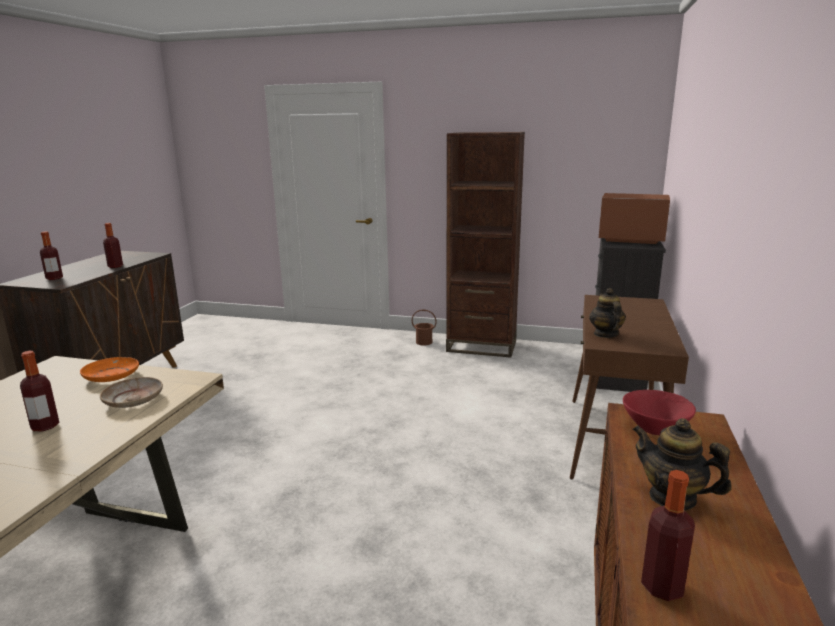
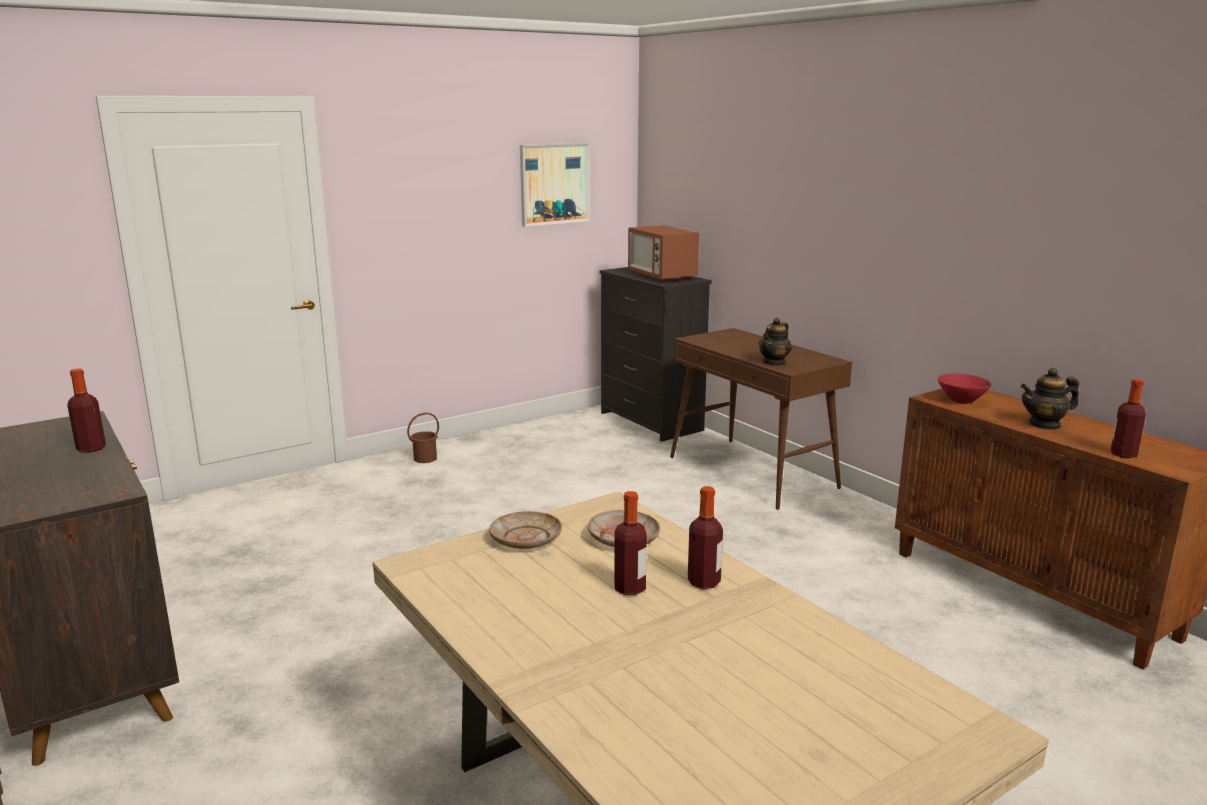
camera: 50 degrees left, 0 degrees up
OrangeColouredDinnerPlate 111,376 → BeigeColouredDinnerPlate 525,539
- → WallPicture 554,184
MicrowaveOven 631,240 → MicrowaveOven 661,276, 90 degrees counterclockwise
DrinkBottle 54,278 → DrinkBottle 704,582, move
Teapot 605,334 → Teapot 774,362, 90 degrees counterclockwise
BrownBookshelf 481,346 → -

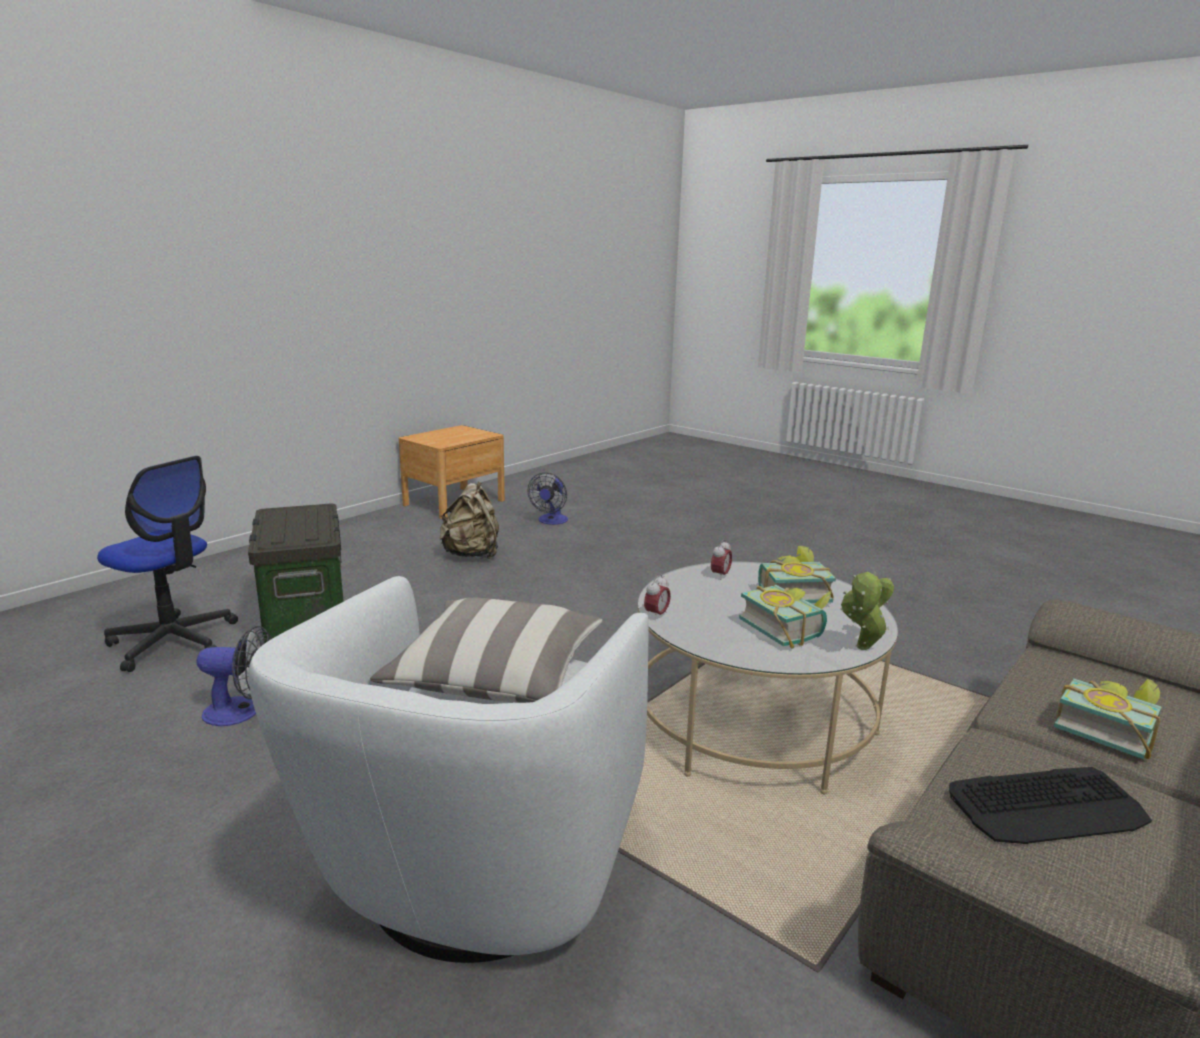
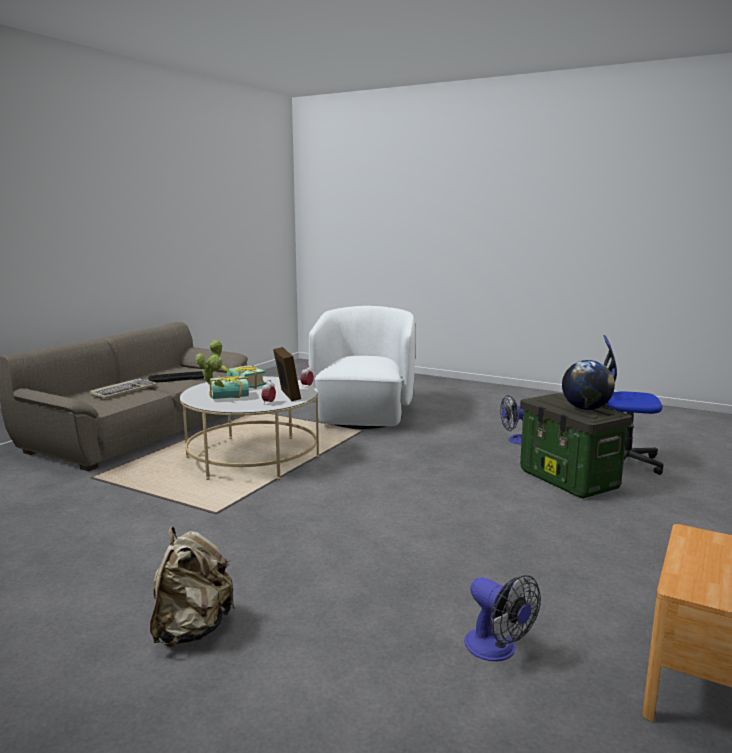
camera: 170 degrees right, 5 degrees down
Volume 1105,730 → ComputerKeyboard 124,391
BeigeColouredRucksack 472,555 → BeigeColouredRucksack 192,629, move
- → PhotoFrame 287,395
ElectricFan 551,521 → ElectricFan 497,650, 135 degrees clockwise
- → DeskGlobe 585,408
ThrowPillow 496,677 → -

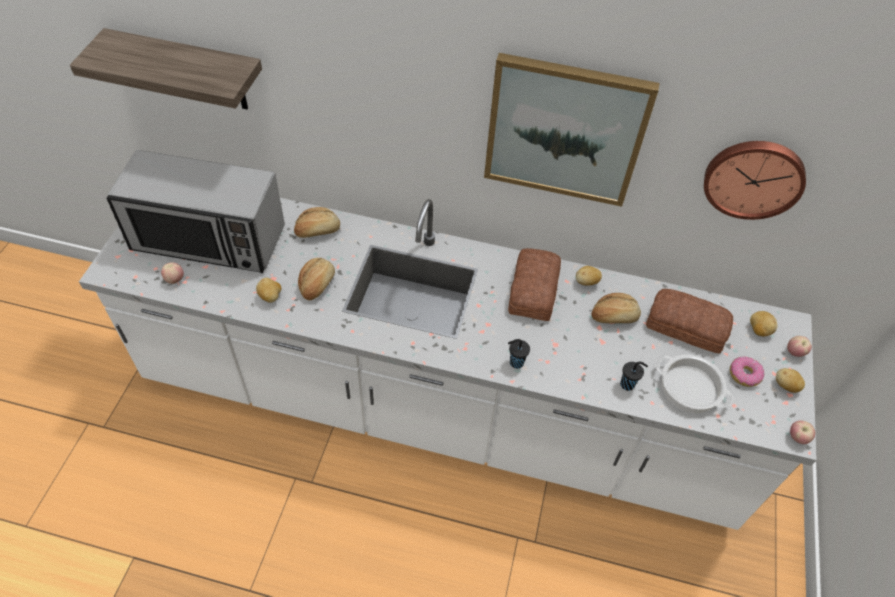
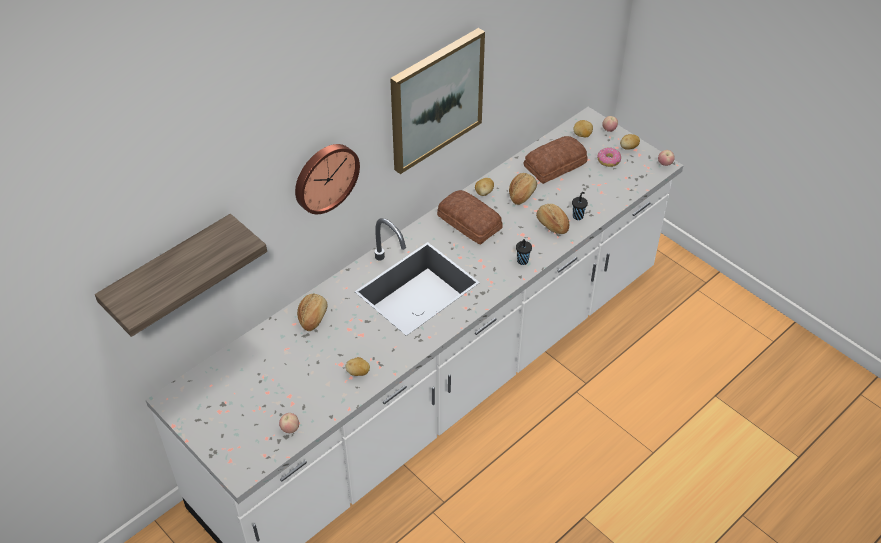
camera: 55 degrees left, 5 degrees down
WallClock 753,177 → WallClock 324,177, move
BakeryBread 316,284 → BakeryBread 551,225, move
MicrowaveOven 209,239 → -
Stockpot 690,387 → -

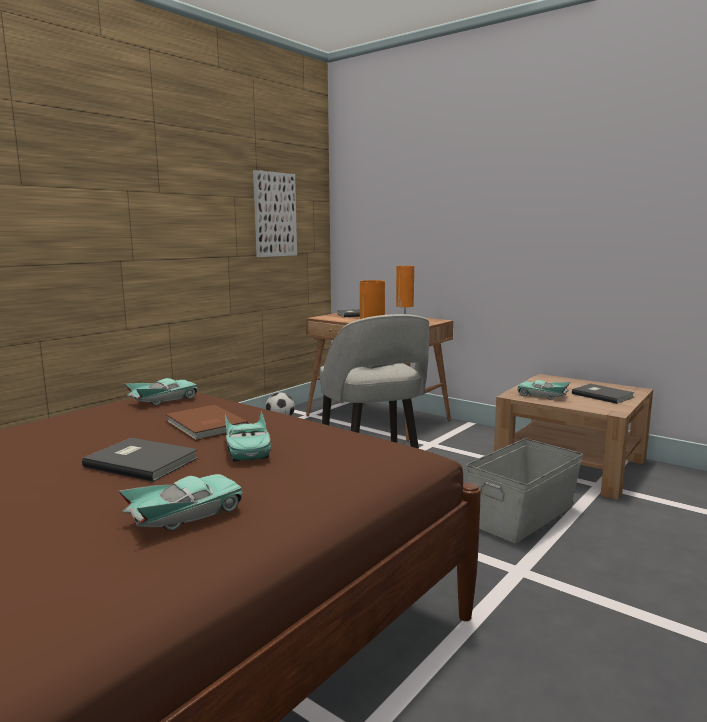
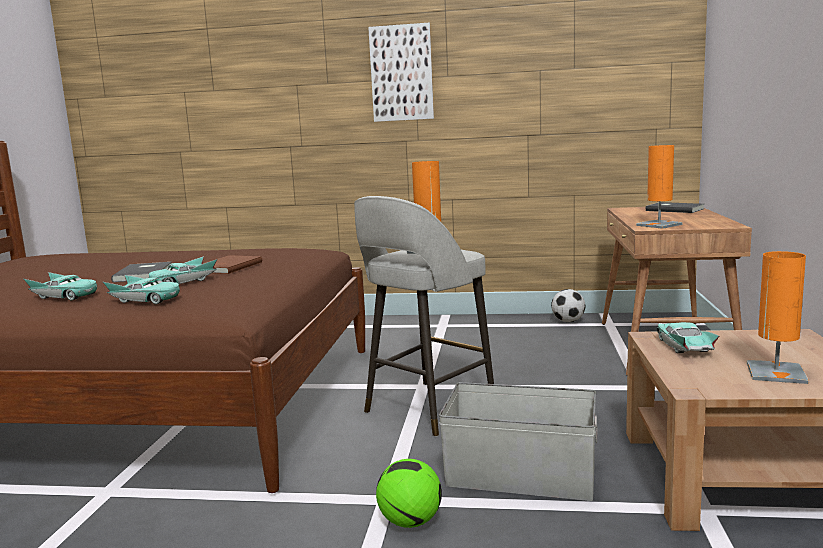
camera: 60 degrees right, 0 degrees up
TurquoiseColouredModelCar 164,400 → TurquoiseColouredModelCar 145,300, move
WallPicture 274,214 → WallPicture 401,73, move
- → BallForFootball 410,522
GreyVolume 602,395 → OrangeColouredTableLamp 776,373

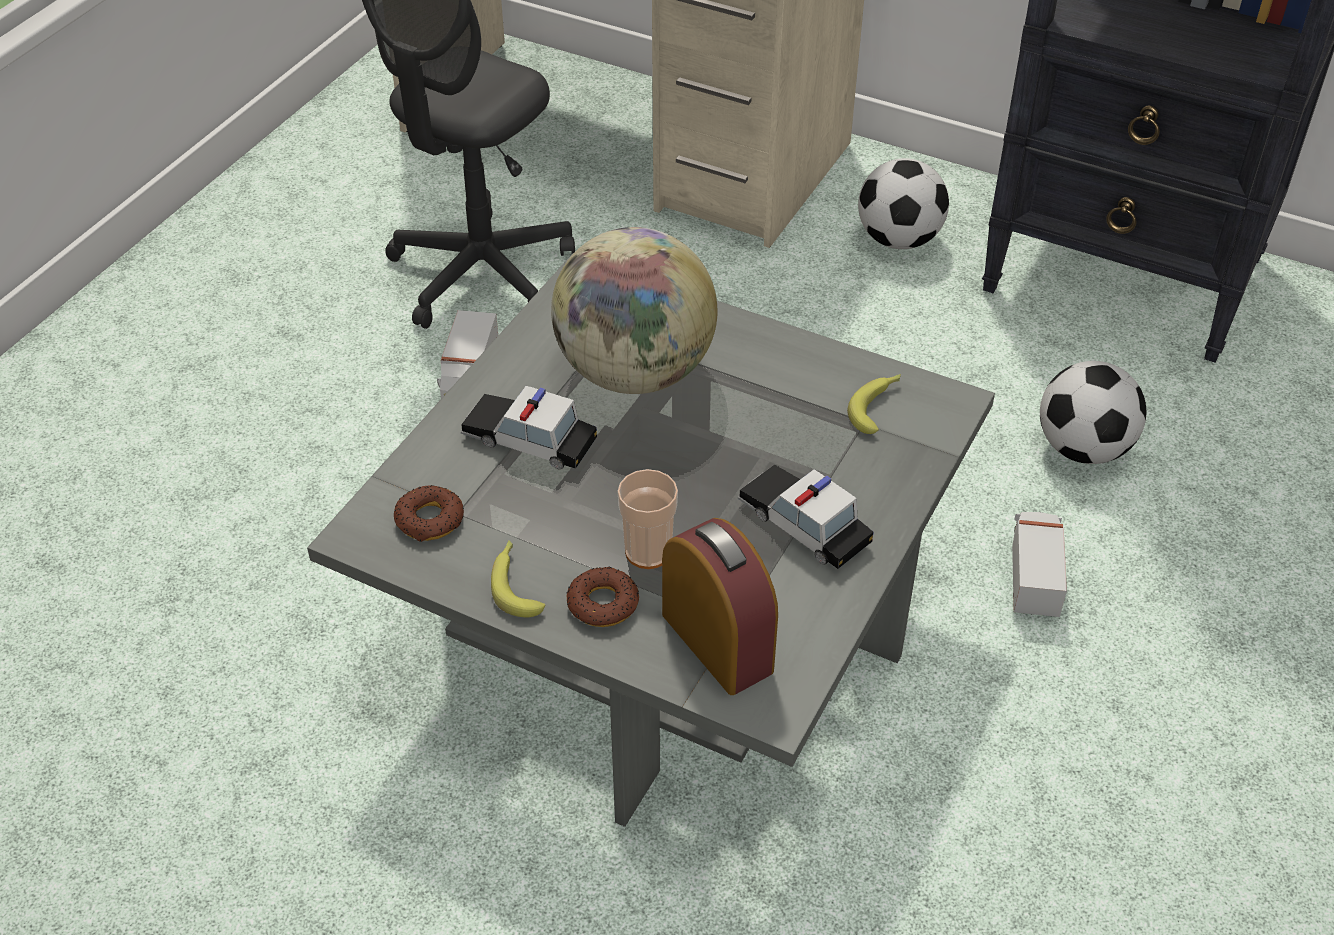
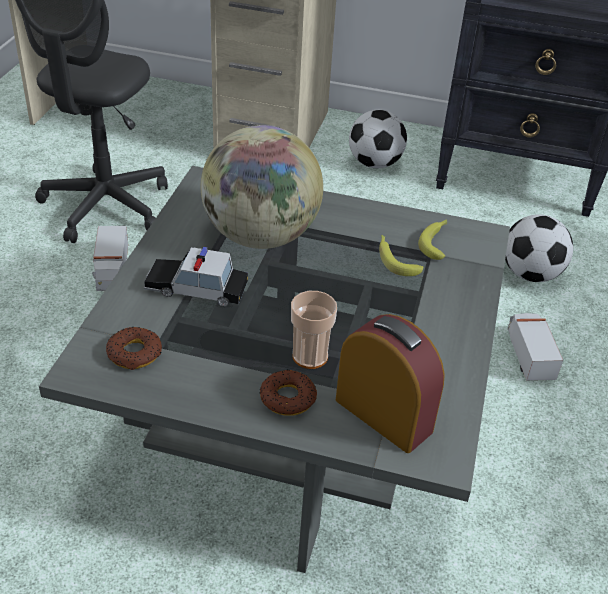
camera: 15 degrees left, 5 degrees down
WholeBanana 516,584 → WholeBanana 395,259, move
ModelCar 803,524 → -

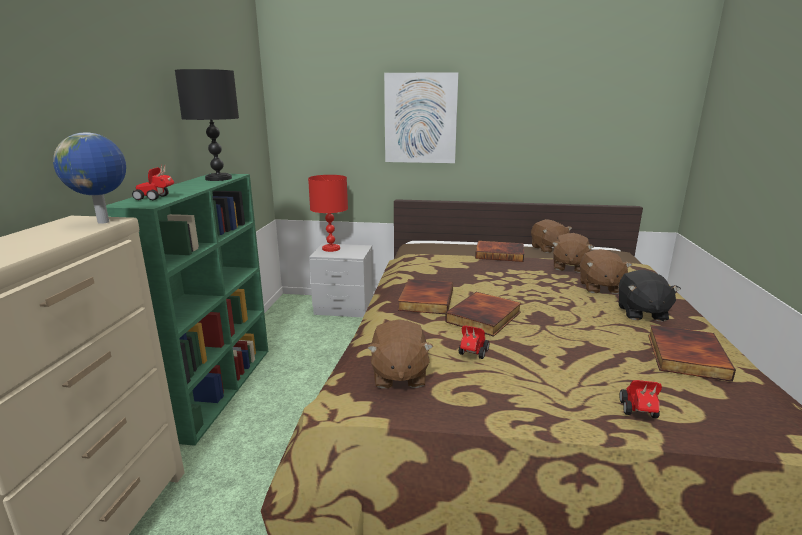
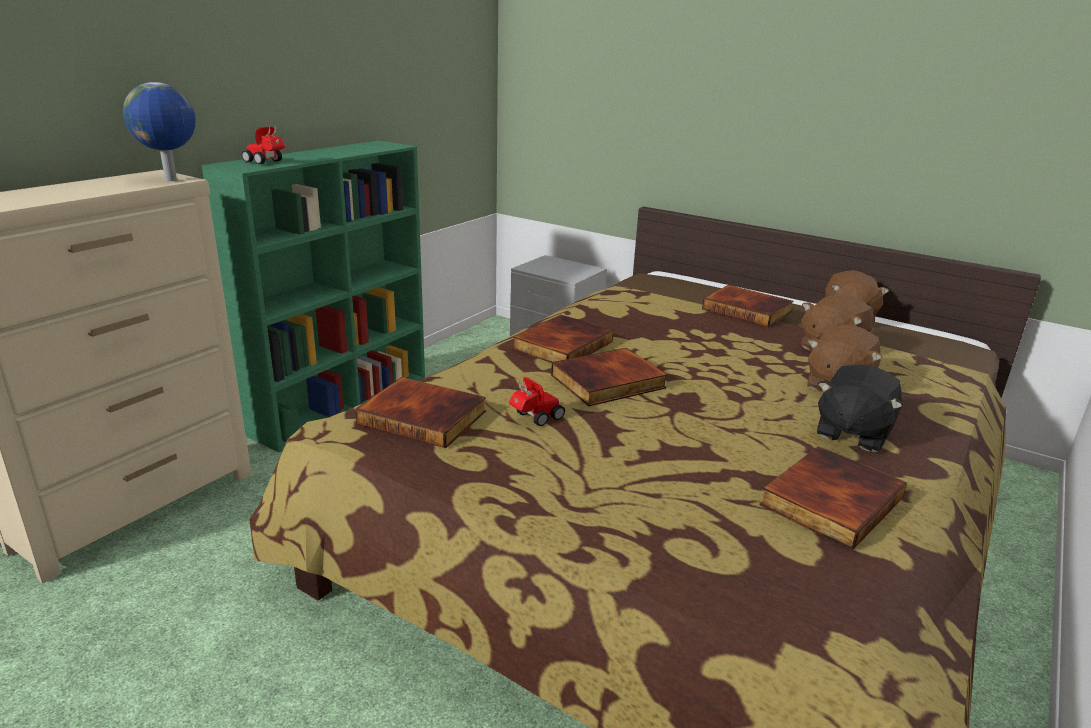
camera: 25 degrees right, 5 degrees up
BrownCuddlyToy 398,375 → Volume 424,416
BlackColouredTableLamp 218,178 → -
ReddishTableLamp 330,248 → -
WallPicture 420,118 → -
ModelCar 639,413 → -

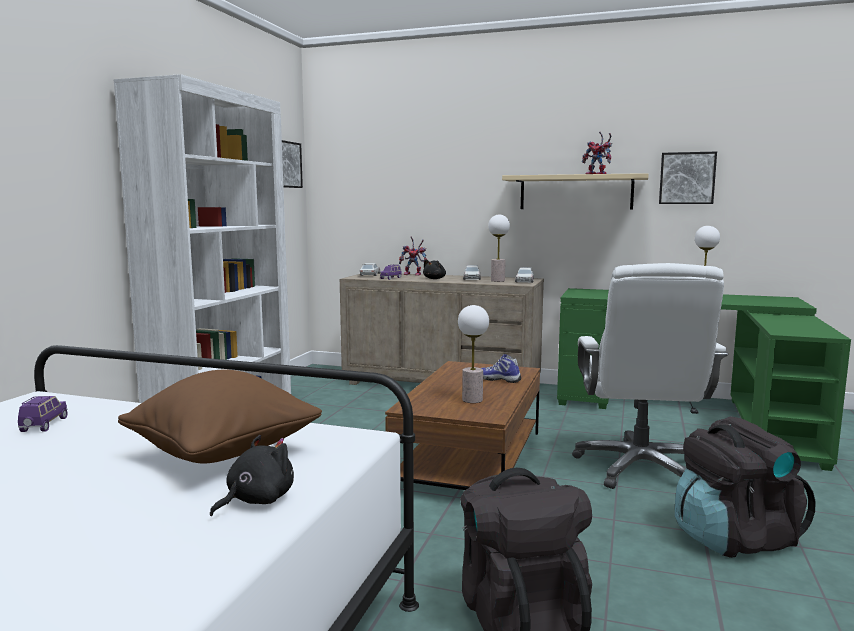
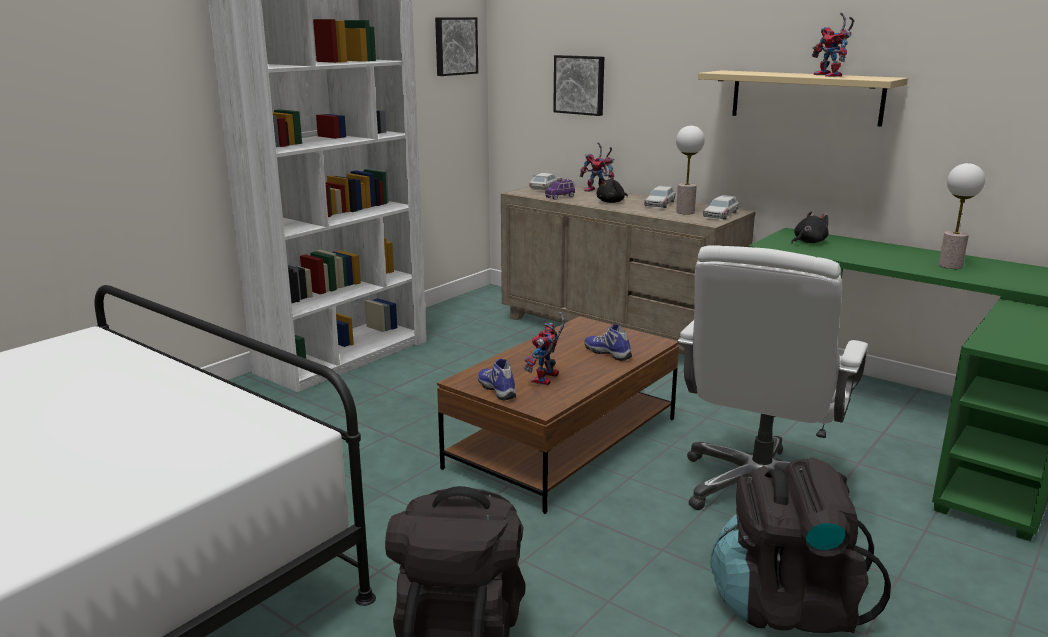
camera: 20 degrees right, 10 degrees up
- → Shoe 498,390
TableLamp 472,400 → RobotFigure 546,380
WallPicture 687,178 → WallPicture 580,85, move
BlackColouredCuddlyToy 256,500 → BlackColouredCuddlyToy 808,242, move
PurplishModelCar 44,425 → -
BrownThrowPillow 223,455 → -

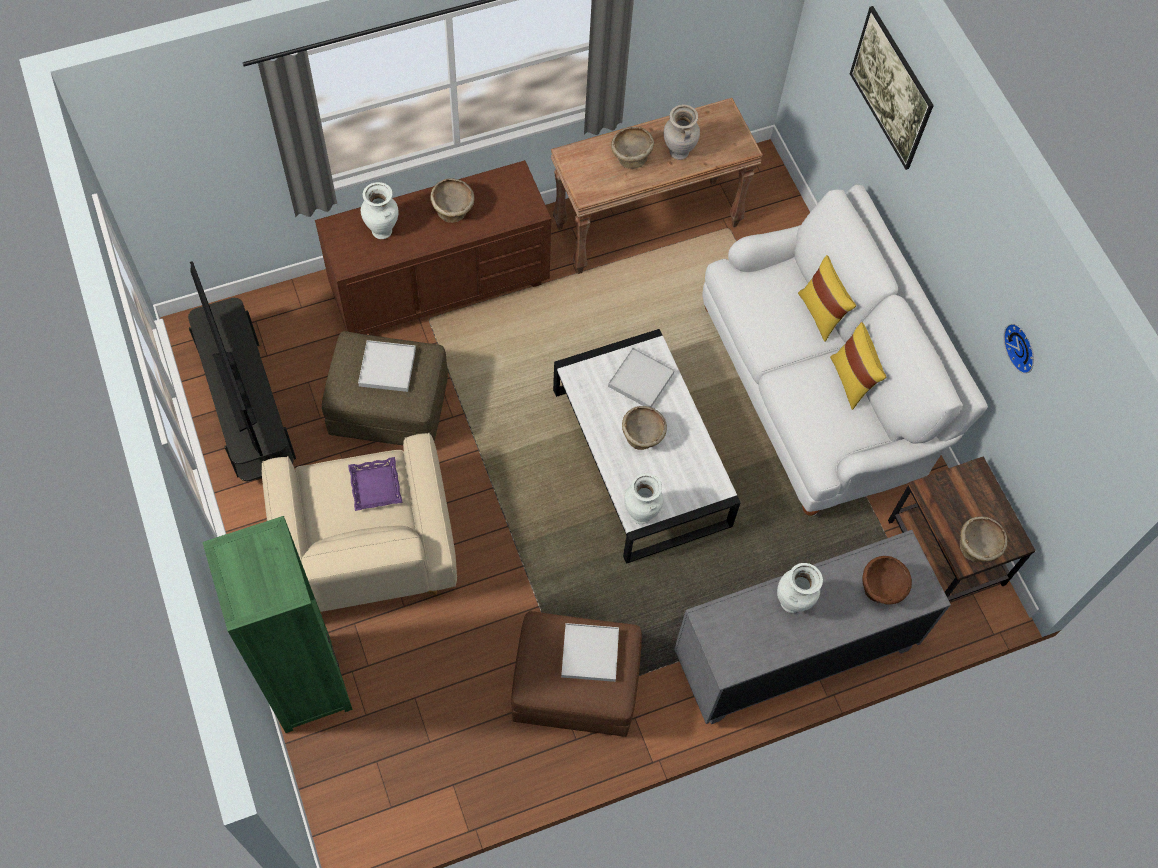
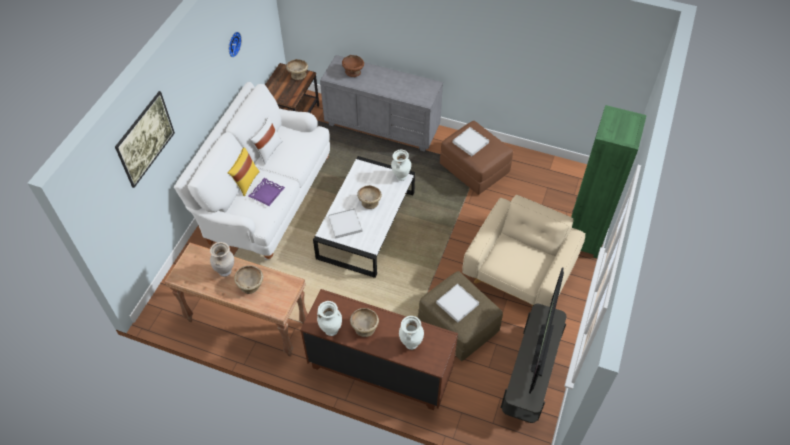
camera: 135 degrees left, 10 degrees down
PurplishTray 375,486 → PurplishTray 267,194, move
YellowColouredThrowPillow 851,380 → WhiteColouredThrowPillow 268,151
WhiteColouredFlowerVase 792,603 → WhiteColouredFlowerVase 331,330, move

